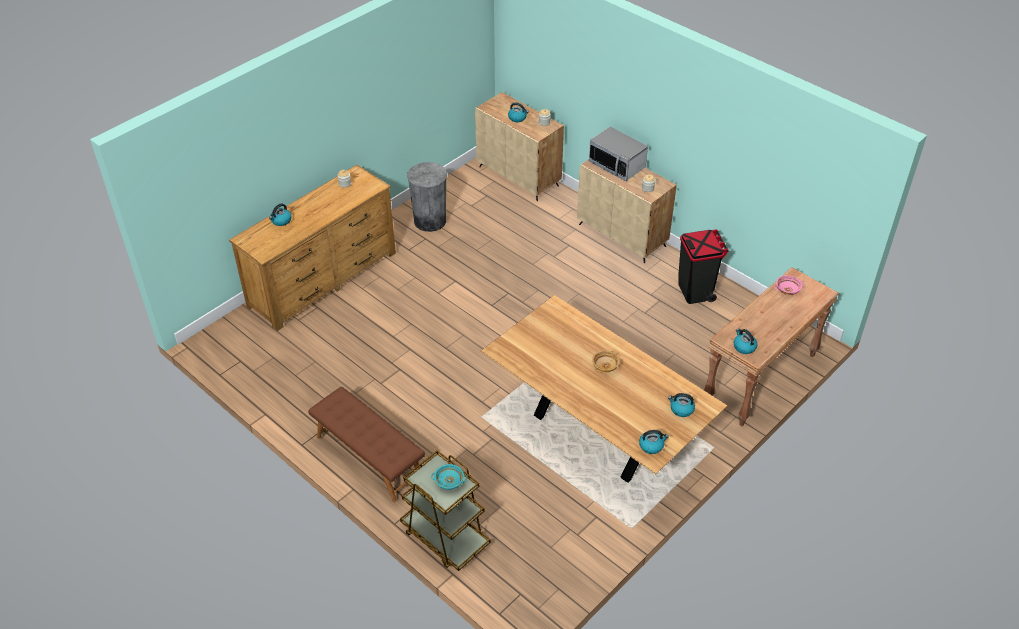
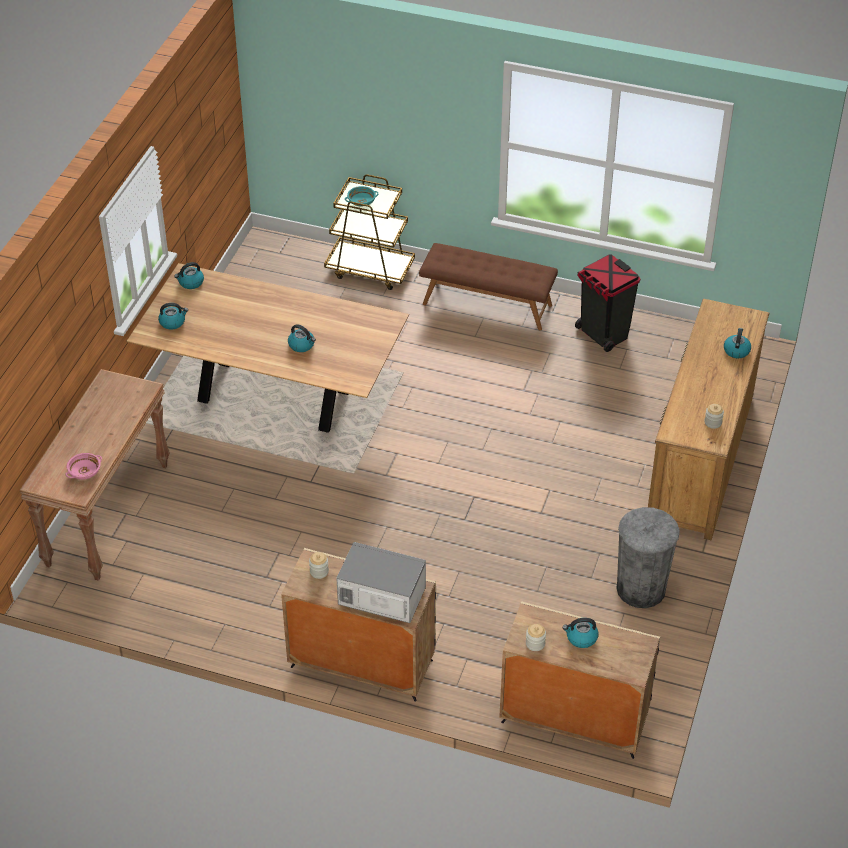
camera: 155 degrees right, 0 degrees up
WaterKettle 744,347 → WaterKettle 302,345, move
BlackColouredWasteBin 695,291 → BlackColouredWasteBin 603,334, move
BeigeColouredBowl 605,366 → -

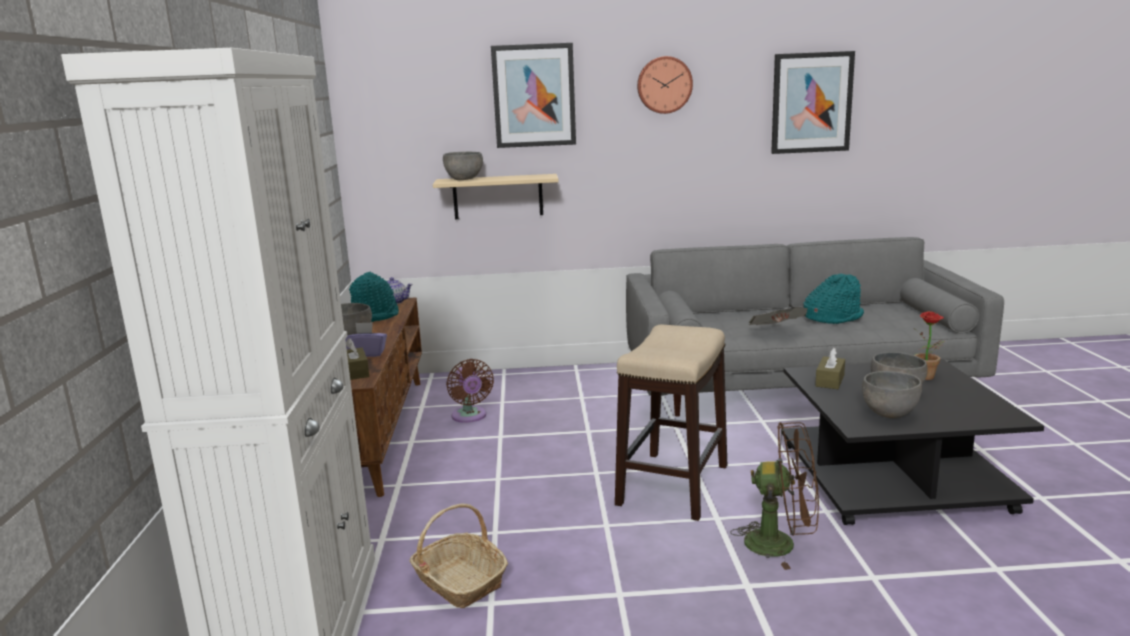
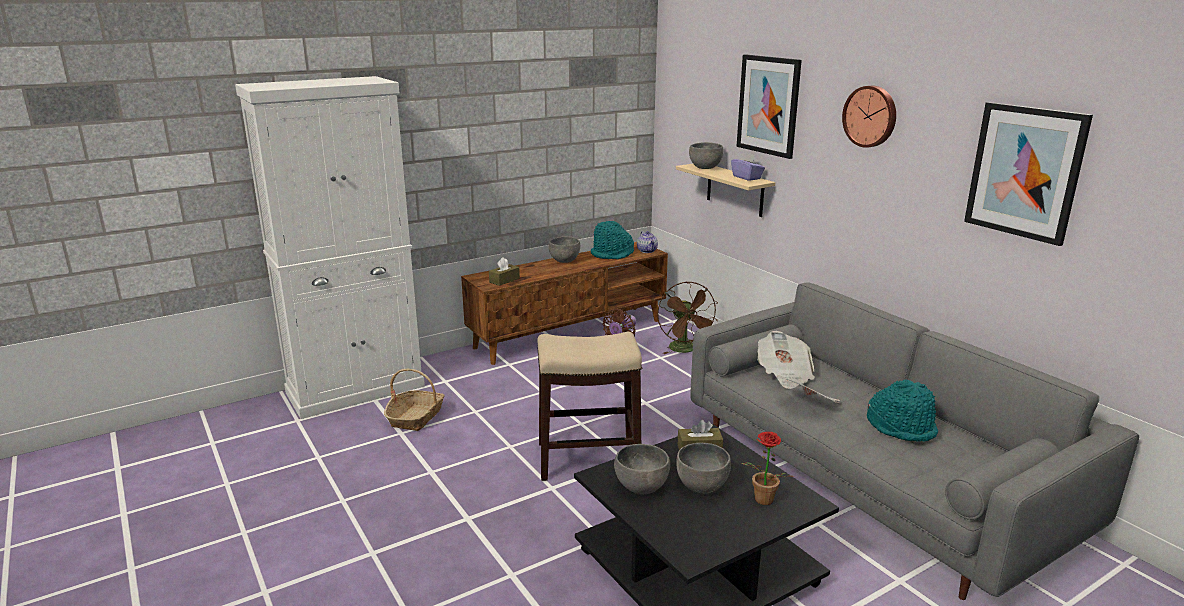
camera: 60 degrees right, 5 degrees up
BrownElectricFan 781,544 → BrownElectricFan 685,350, move
PurplishTissueHolder 366,354 → PurplishTissueHolder 747,177, move
- → Newspaper 784,374

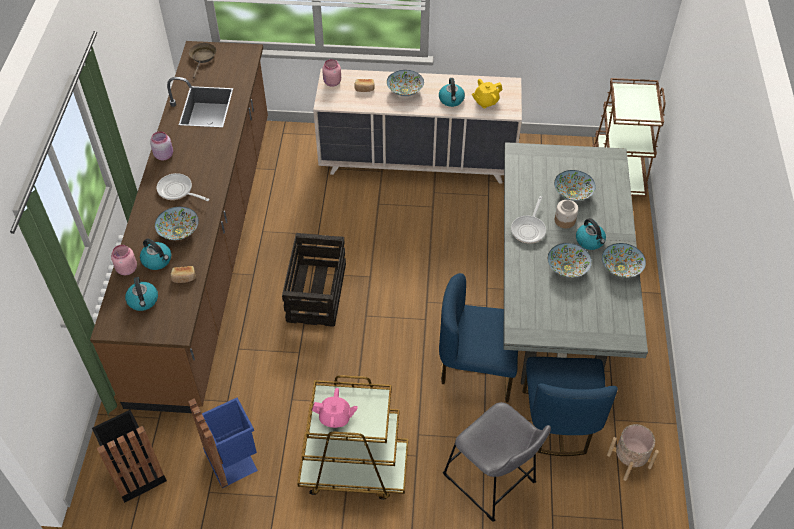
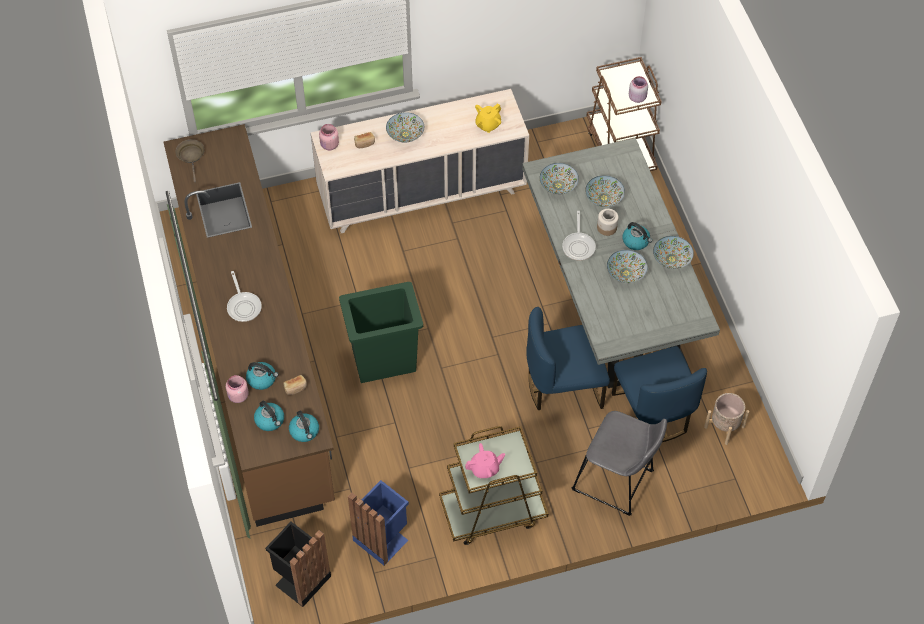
camera: 20 degrees left, 5 degrees up
Skillet 177,191 → Skillet 243,306, 120 degrees counterclockwise
WaterKettle 451,100 → WaterKettle 305,431, move
ShippingCrate 316,293 → GreenColouredWasteBin 385,360
Bowl 179,231 → Bowl 558,185, move
PinkishStorageJar 164,155 → PinkishStorageJar 637,97, move

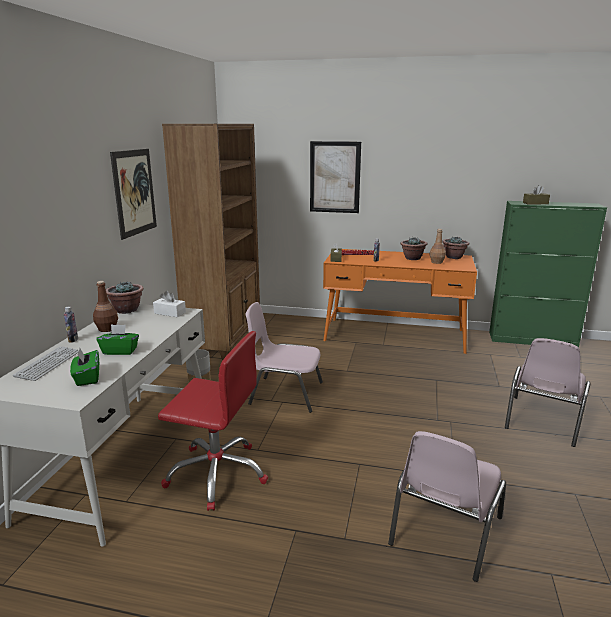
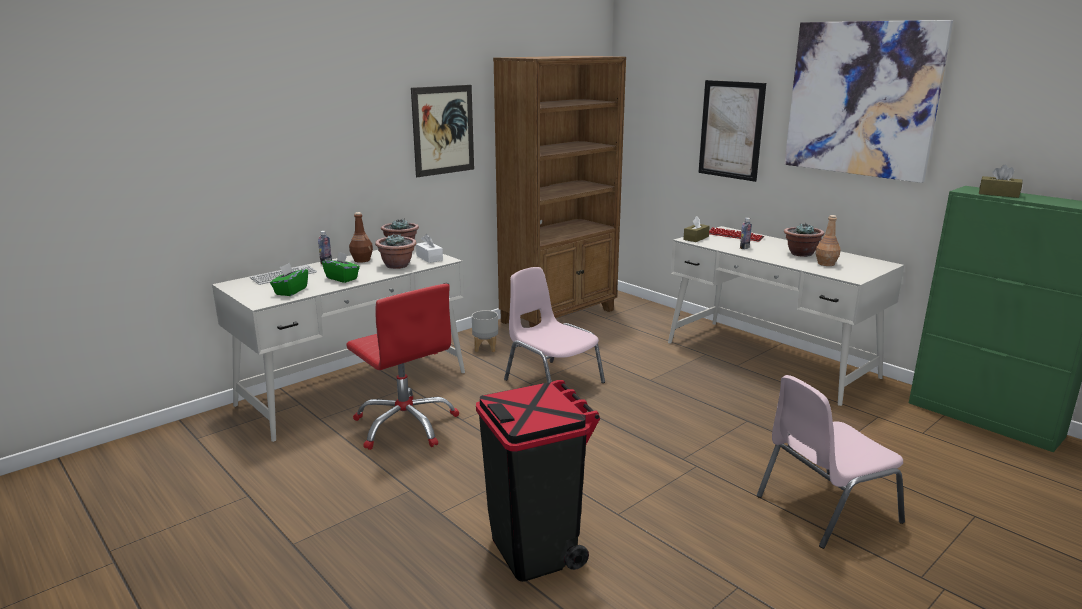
camera: 35 degrees right, 0 degrees up
PottedPlant 454,257 → PottedPlant 397,265, move
PinkishChair 444,531 → BlackColouredWasteBin 535,548
OrangeColouredDeskUnit 394,335 → WhiteColouredDeskUnit 769,359
- → WallPicture 861,99

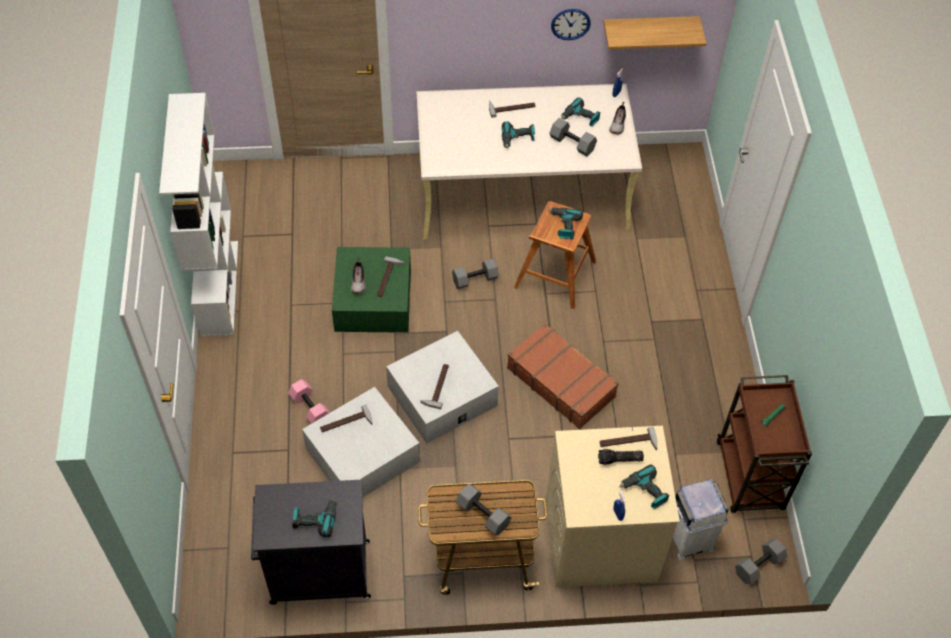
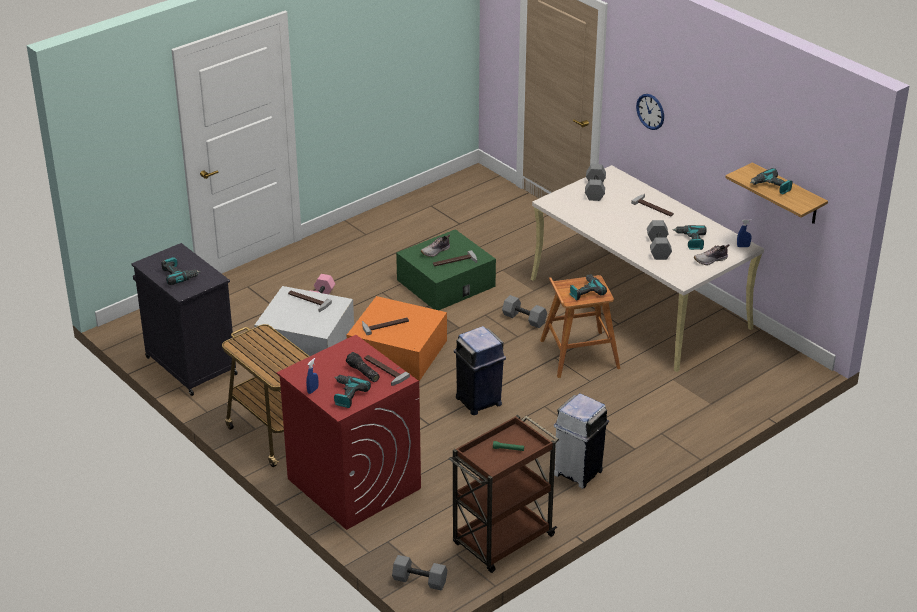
camera: 55 degrees right, 20 degrees down
BeigeColouredWashingMachine 599,540 → ReddishWashingMachine 353,483
WhiteColouredStorageBox 442,396 → OrangeColouredStorageBox 398,351
BrownSuitcase 561,381 → BlueWasteBin 479,401
WhiteColouredWasteBin 689,538 → WhiteColouredWasteBin 578,472, move
GreyHandWeight 482,515 → GreyHandWeight 594,189, move
WallClock 570,24 → WallClock 650,111, move
Drill 517,139 → Drill 771,187, move
WhiteColouredBookshelf 219,287 → -

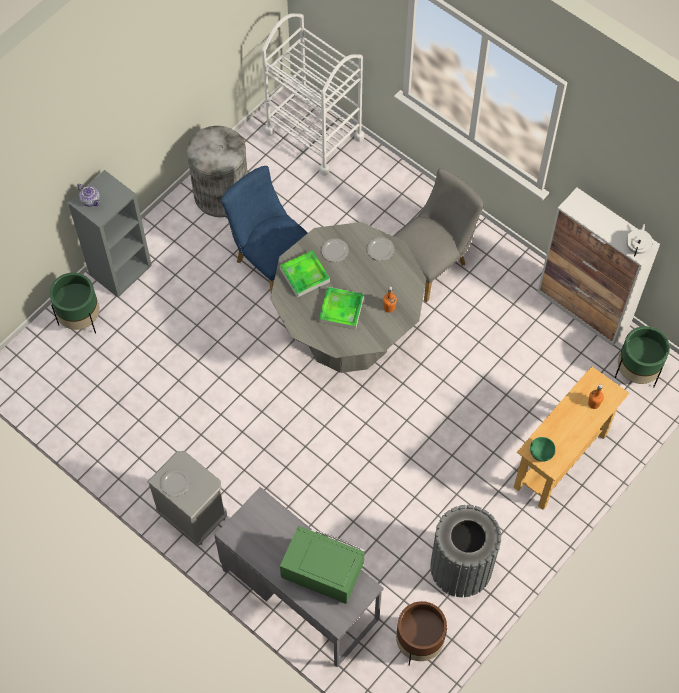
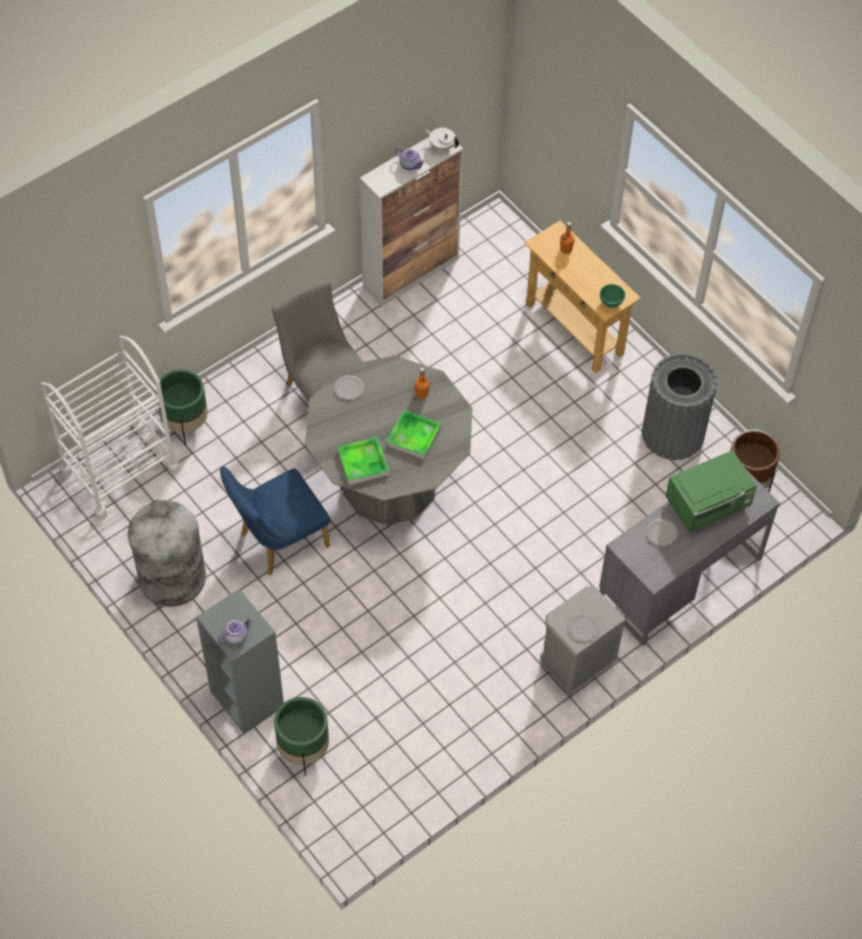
camera: 80 degrees left, 5 degrees down
GreenColouredPlantPot 636,372 → GreenColouredPlantPot 185,424, move
- → Teapot 410,164
DinnerPlate 335,250 → DinnerPlate 660,533, move
GreenColouredMicrowaveOven 322,571 → GreenColouredMicrowaveOven 708,504, 150 degrees counterclockwise

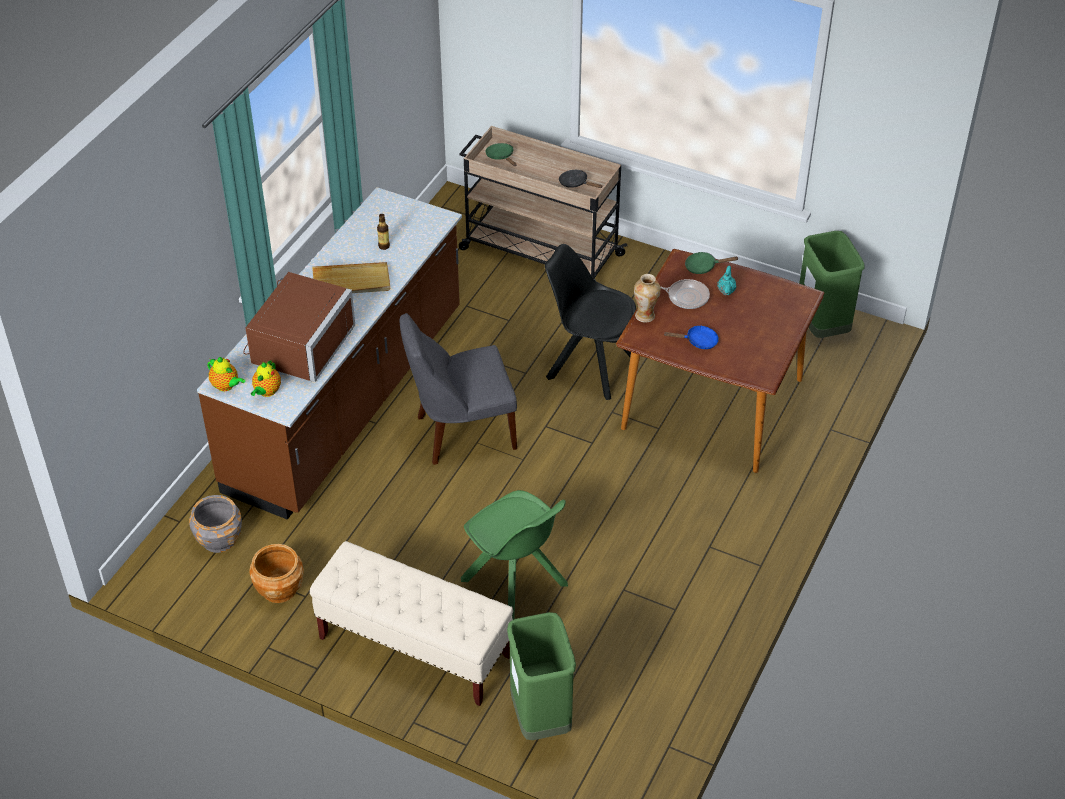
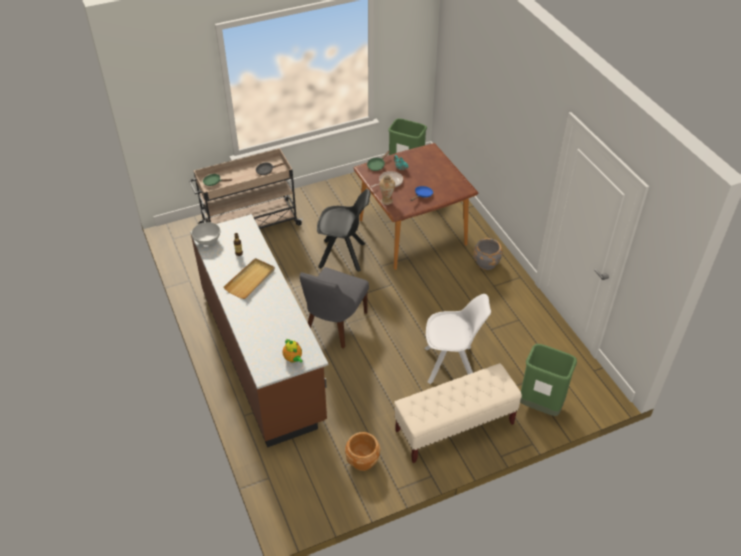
camera: 50 degrees left, 0 degrees up
- → WhiteColouredBowl 207,241
BlackColouredChair 589,366 → BlackColouredChair 343,255, 150 degrees counterclockwise
GreenColouredChair 516,584 → WhiteColouredChair 451,365
GreyPlantPot 219,539 → GreyPlantPot 486,263, move
Teapot 226,386 → -
BrownMicrowaveOven 297,343 → -

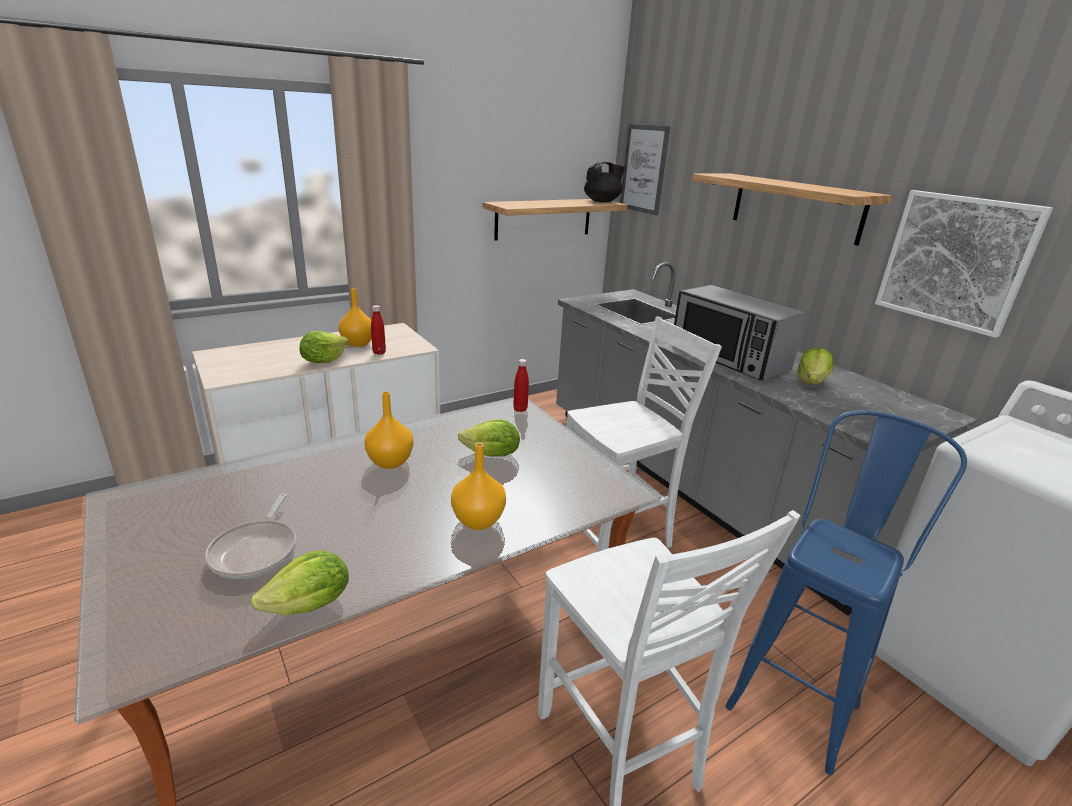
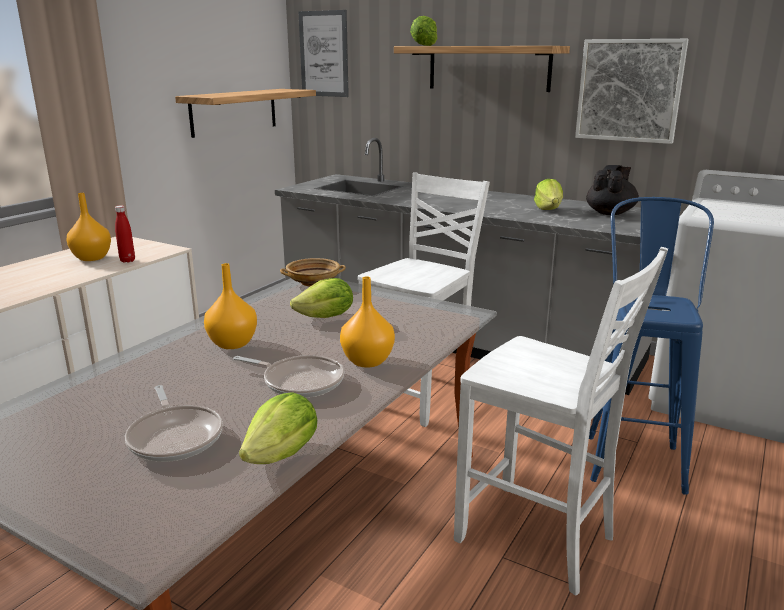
camera: 25 degrees left, 5 degrees down
- → Skillet 299,381
ReddishDrinkBottle 520,409 → BeigeColouredBowl 314,282
LettuceHead 323,361 → LettuceHead 424,46, move
BlackColouredTeapot 602,201 → BlackColouredTeapot 610,213, move
MicrowaveOven 728,358 → -

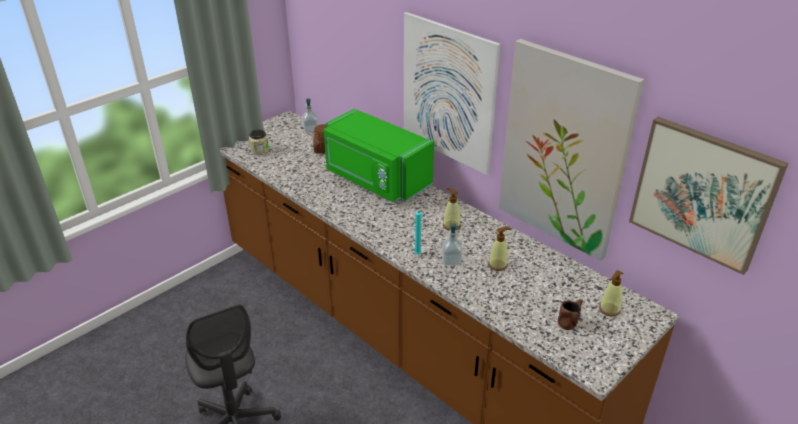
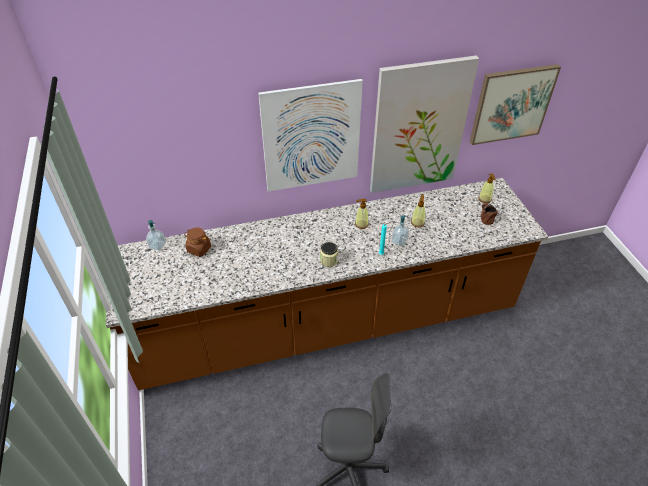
camera: 60 degrees left, 10 degrees up
StorageJar 259,150 → StorageJar 329,260, move
GreenColouredMicrowaveOven 375,179 → -

